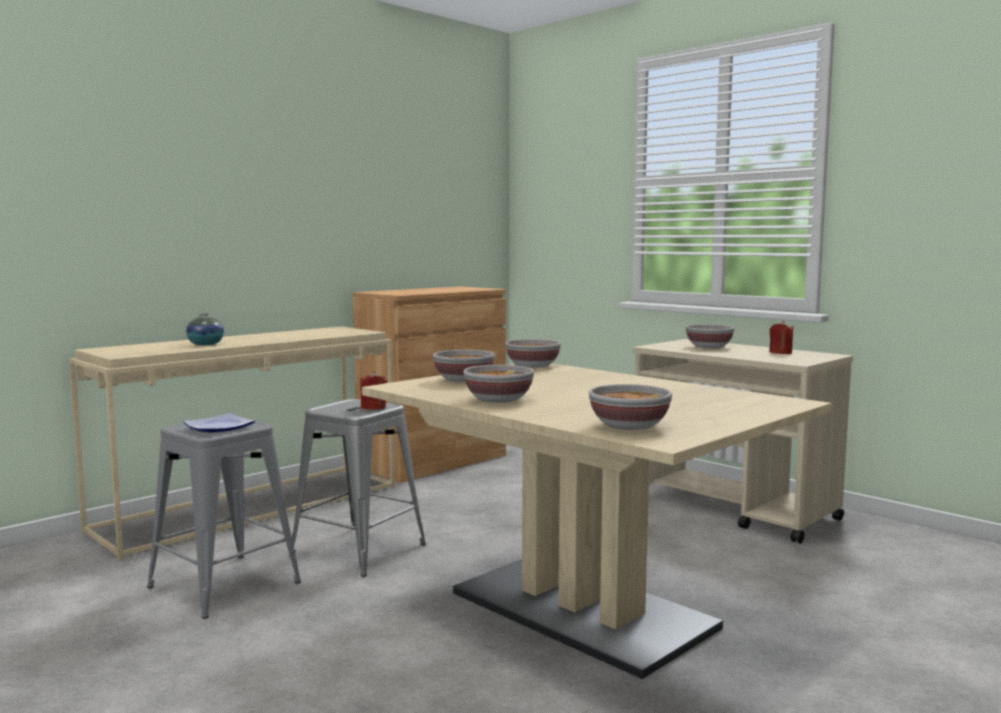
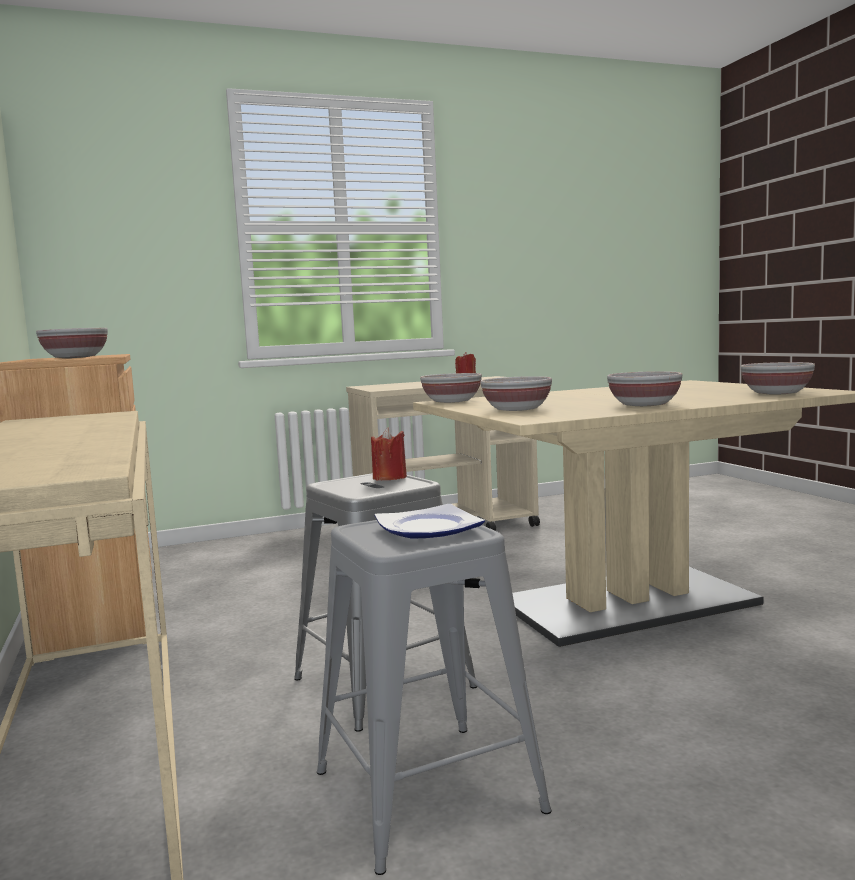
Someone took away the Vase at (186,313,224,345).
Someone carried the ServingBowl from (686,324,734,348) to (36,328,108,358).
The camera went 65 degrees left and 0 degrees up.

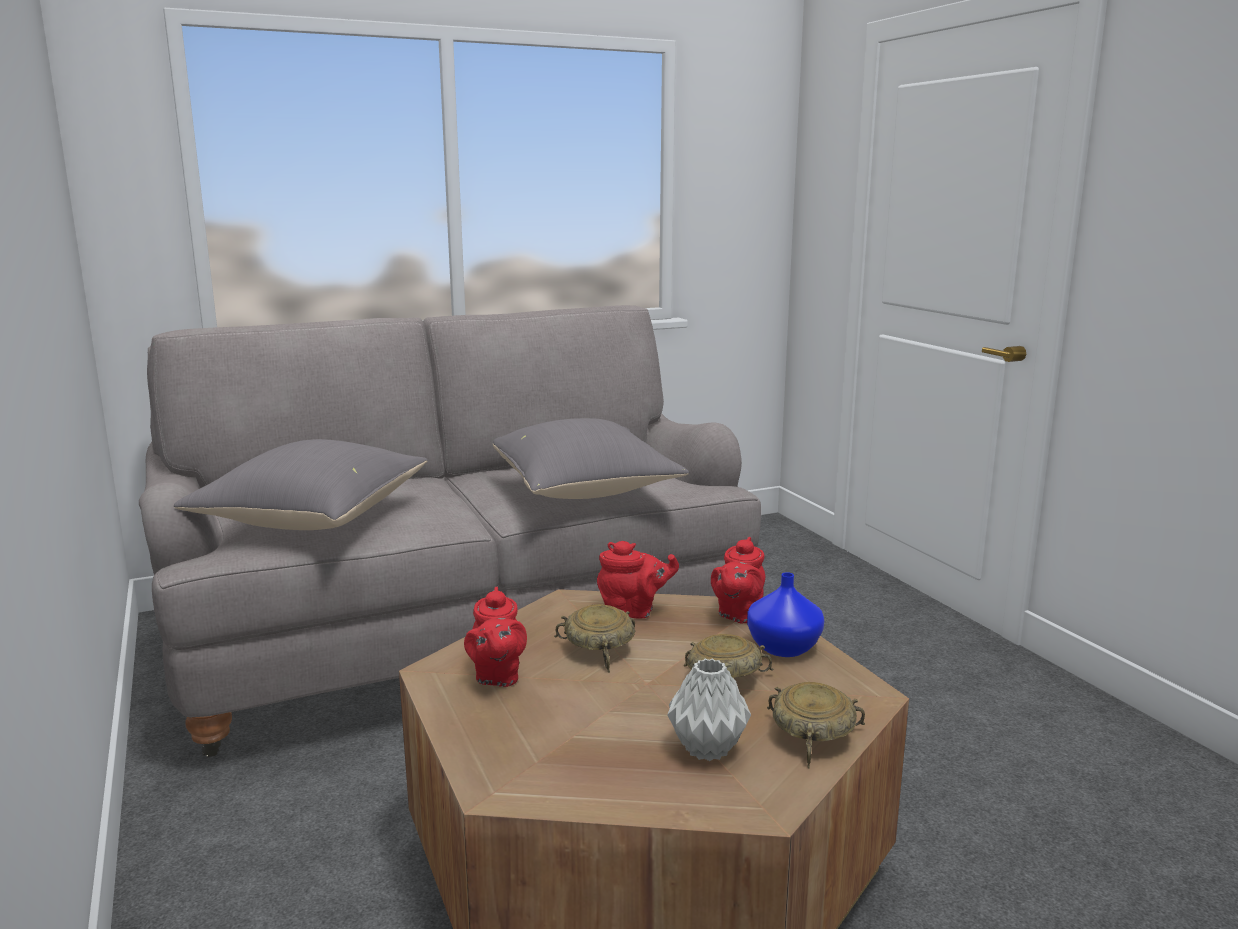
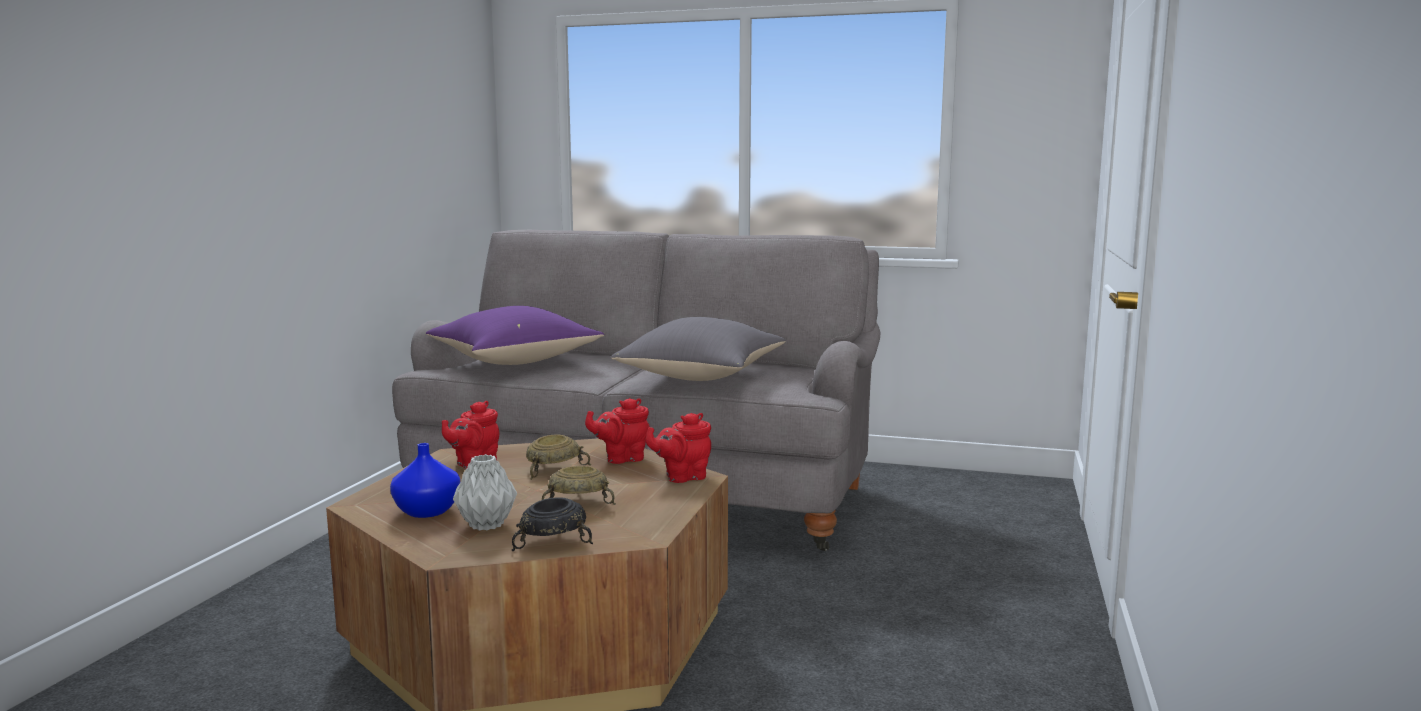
Someone repainted the GreyishCushion at (174,439,427,530), which became the PurplishCushion at (426,306,604,365).
Someone rotated the RedPotForTea at (597,541,679,619) by 120 degrees clockwise.
Someone carried the BlueVase from (747,572,824,657) to (390,443,460,518).
Someone repainted the SandColouredServingBowl at (767,682,865,769), which became the BlackServingBowl at (512,498,593,551).
The camera went 40 degrees right and 5 degrees down.

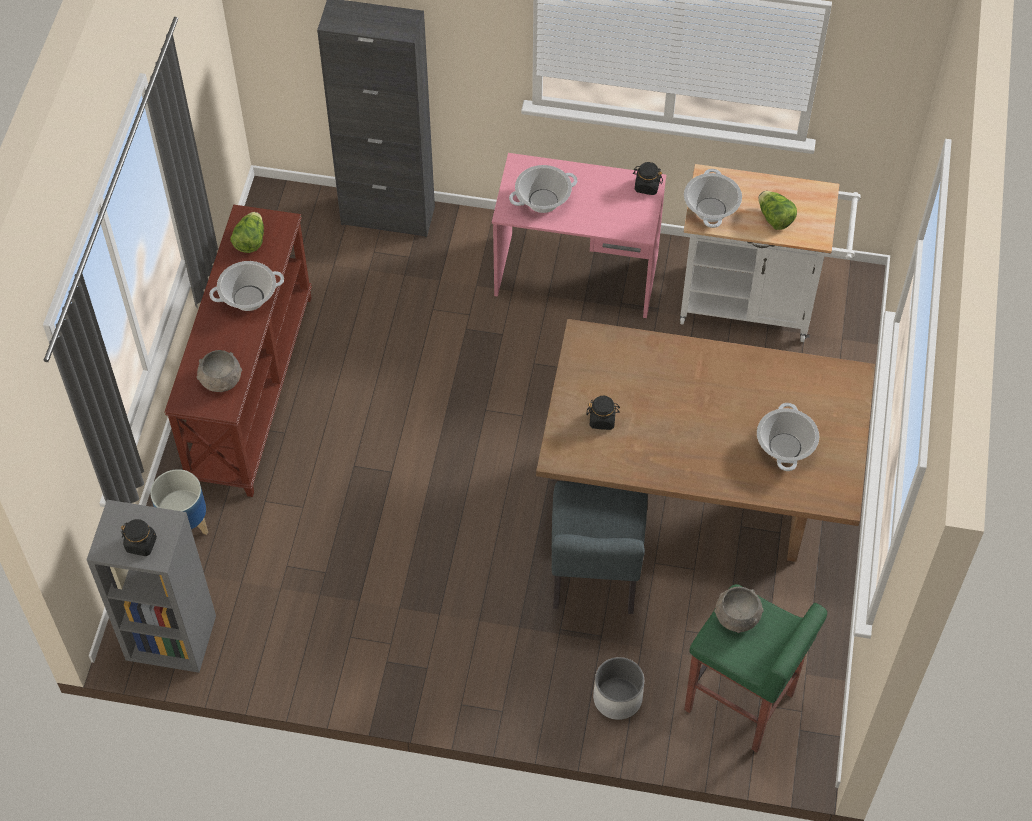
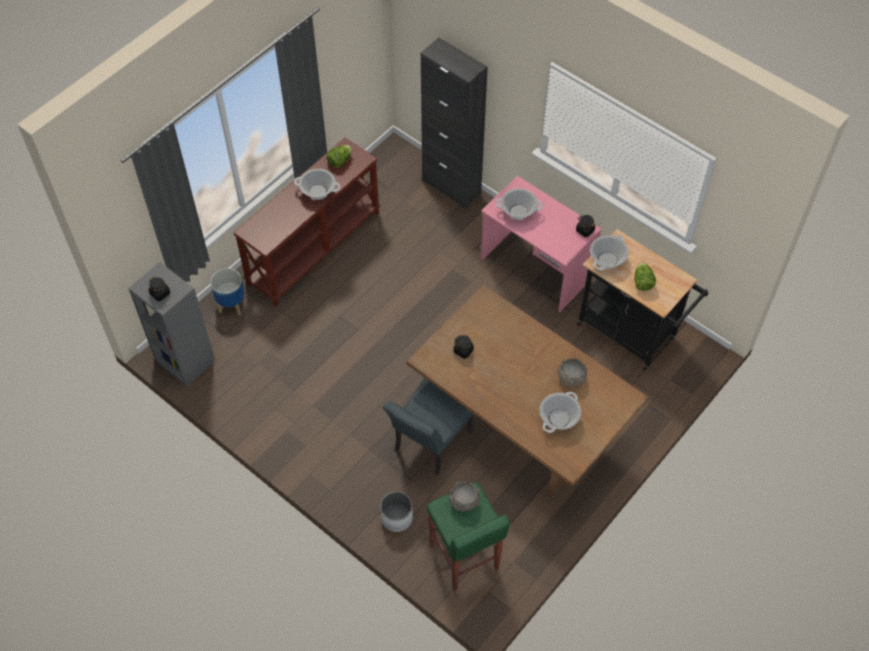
Someone repainted the WhiteWheeledCart at (680,164,861,342), which became the BlackWheeledCart at (577,229,708,370).
Someone carried the GreyishServingBowl from (197,350,242,392) to (557,358,587,387).
The camera went 30 degrees right and 0 degrees up.

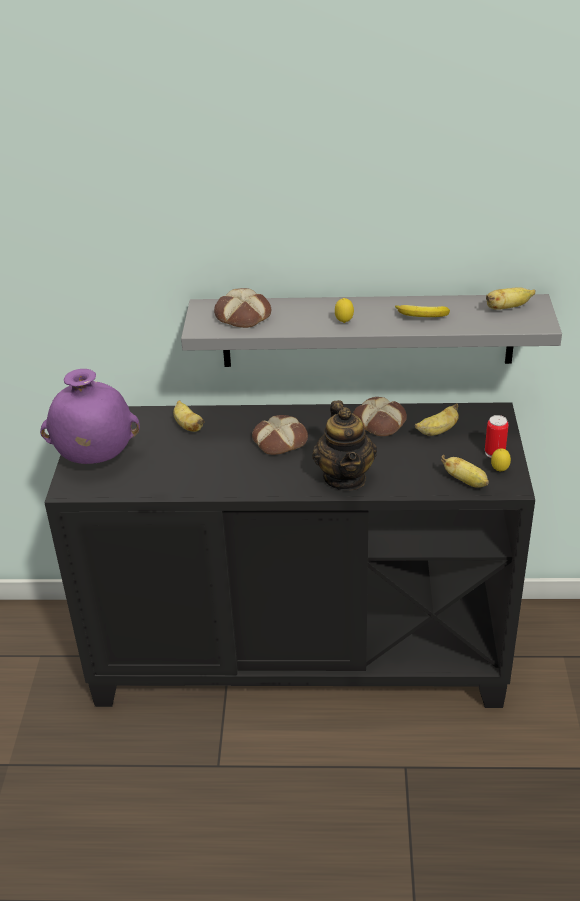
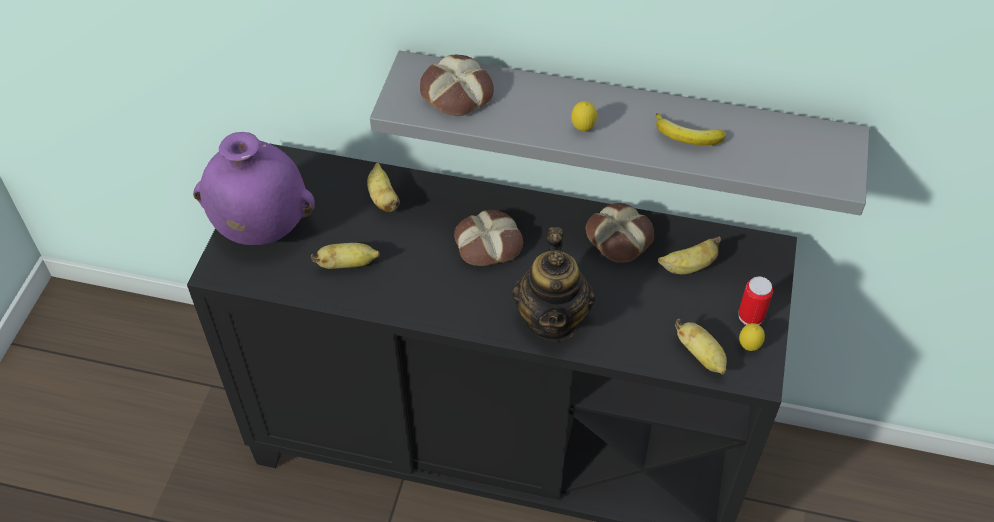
Someone carried the BananaFruit from (486,287,536,310) to (311,243,380,269).
The camera went 10 degrees right and 15 degrees up.

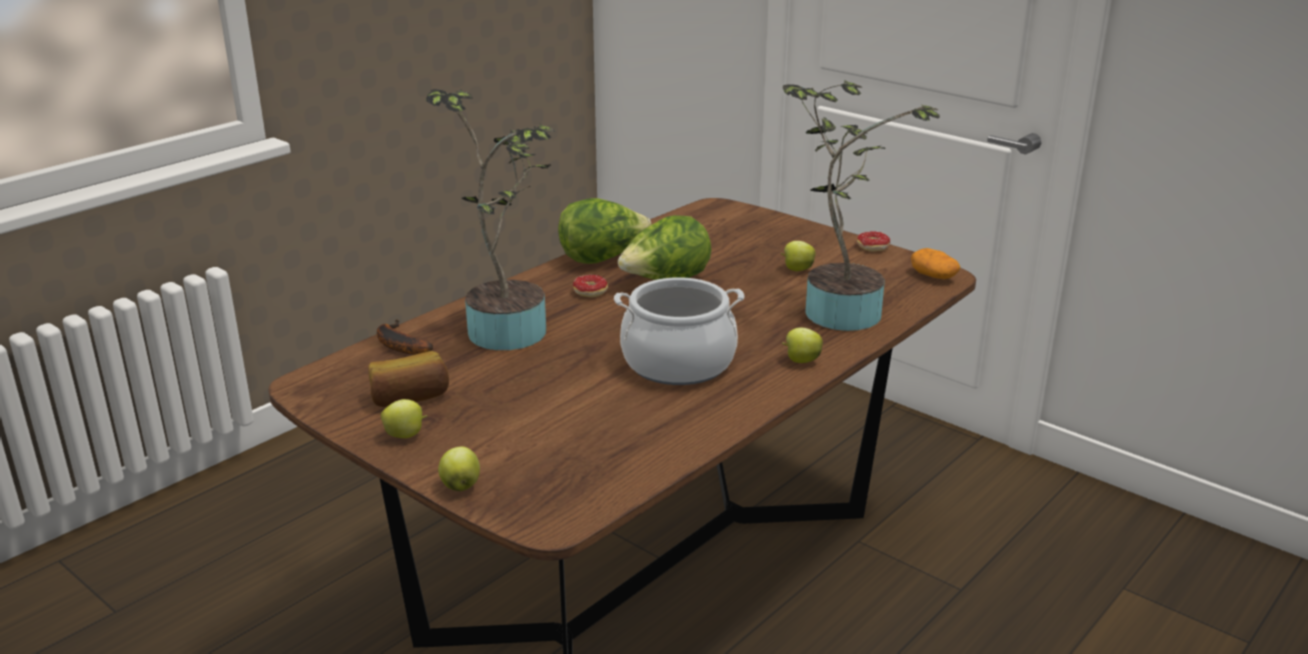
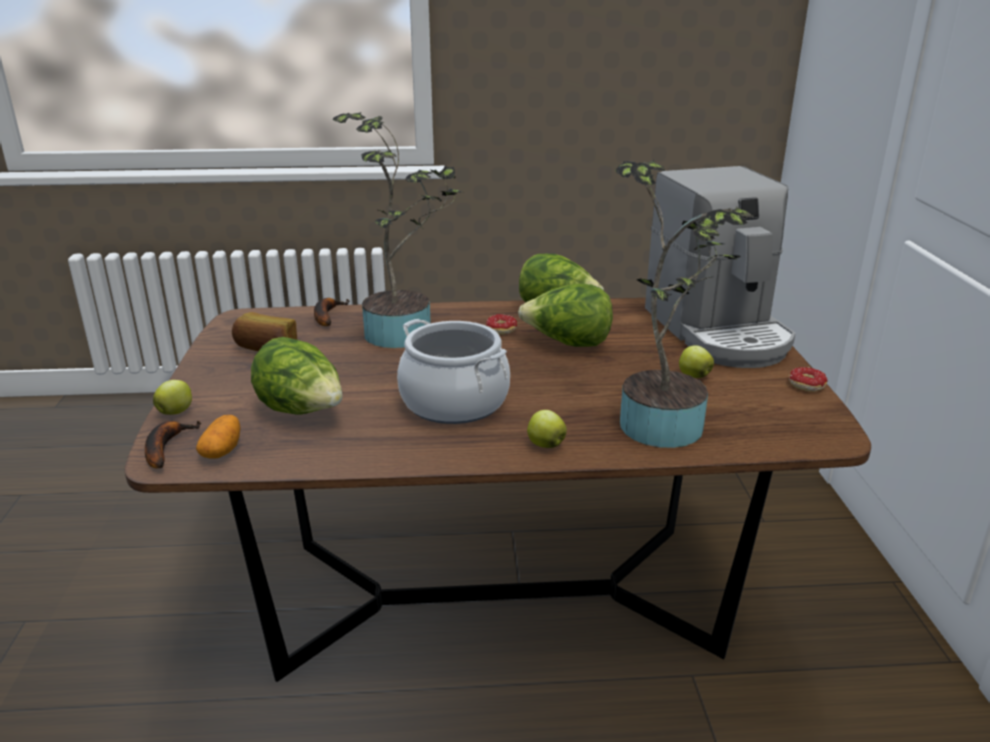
Someone carried the Spud from (911,248,960,279) to (196,415,241,458).
Someone took away the Apple at (381,399,427,438).
Someone put down the CoffeeMachine at (645,166,795,368).
Someone put down the LettuceHead at (251,337,343,415).
Someone put down the BananaFruit at (145,421,202,468).
The camera went 45 degrees right and 0 degrees up.

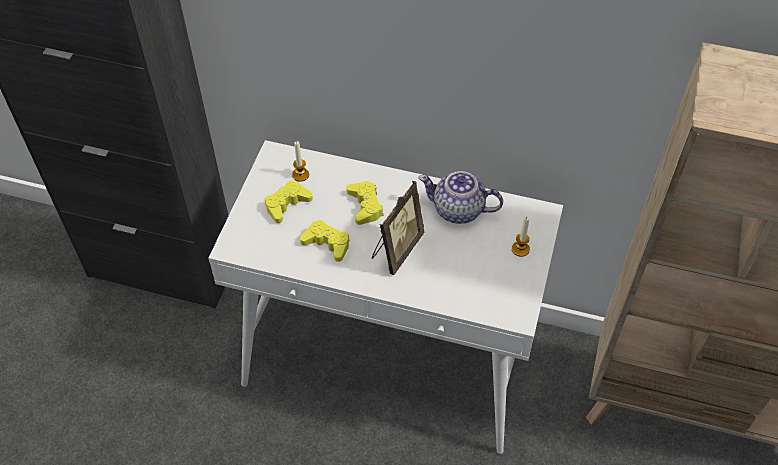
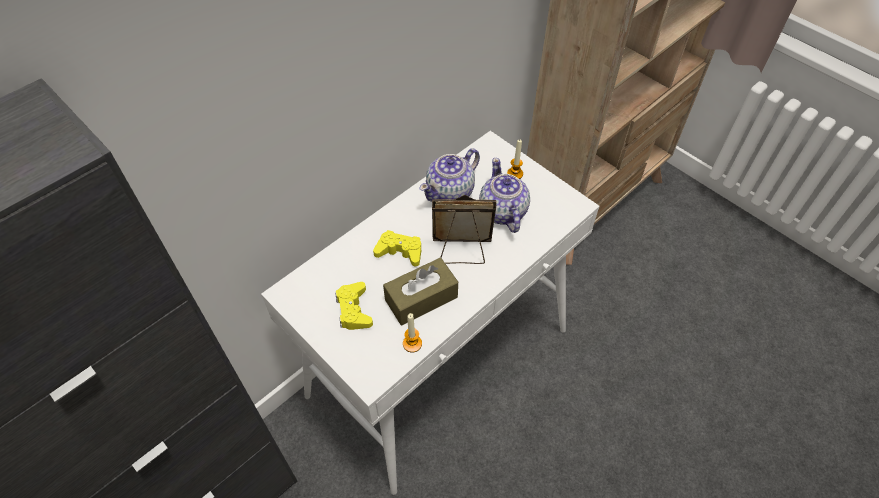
Someone carried the WaxLight from (292,141,309,182) to (403,313,422,352).
Someone rotated the StandingFrame at (372,181,424,275) by 60 degrees counterclockwise.
Someone swapped the YellowColouredGamepad at (300,220,349,262) for the BrownishBoxOfTissues at (383,258,458,325).
Someone put down the PotForTea at (479,158,530,233).
The camera went 60 degrees left and 0 degrees up.

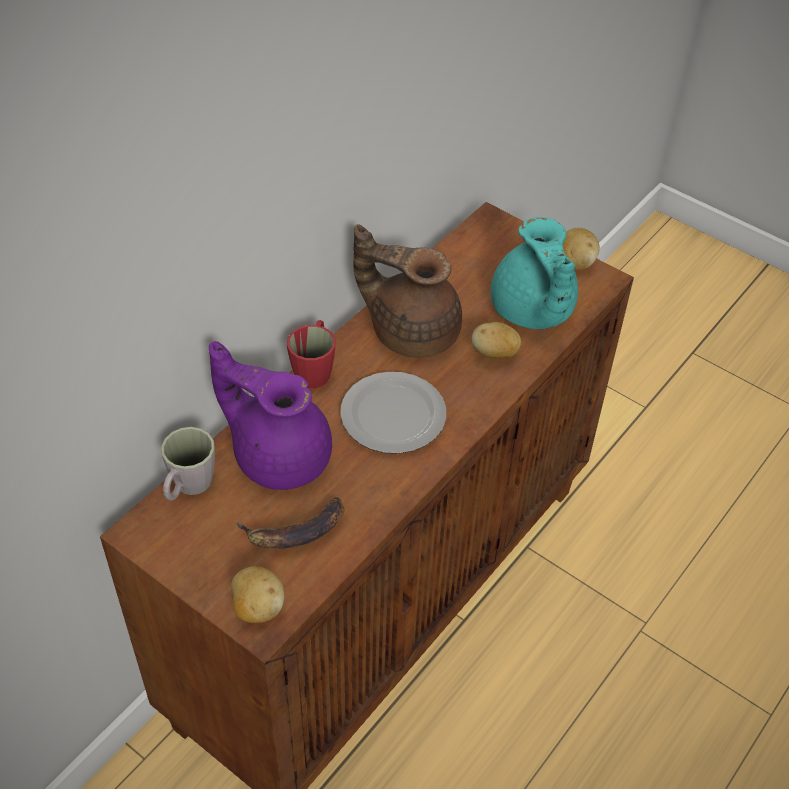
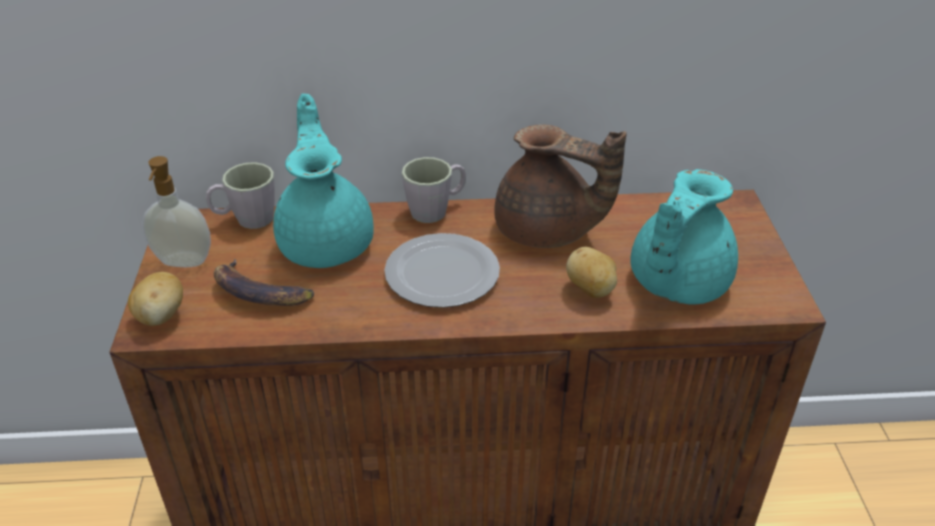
Someone rotated the BrownishPotForTea at (353,224,462,358) by 135 degrees clockwise.
Someone took away the Spud at (563,228,600,270).
Someone repainted the RedMug at (287,320,336,388), which became the GreyishMug at (402,157,466,223).
Someone repainted the PurplishPotForTea at (209,341,332,490), which became the BlueGreenPotForTea at (273,94,374,268).
Someone put down the SoapDispenser at (142,156,211,267).
The camera went 50 degrees right and 10 degrees down.

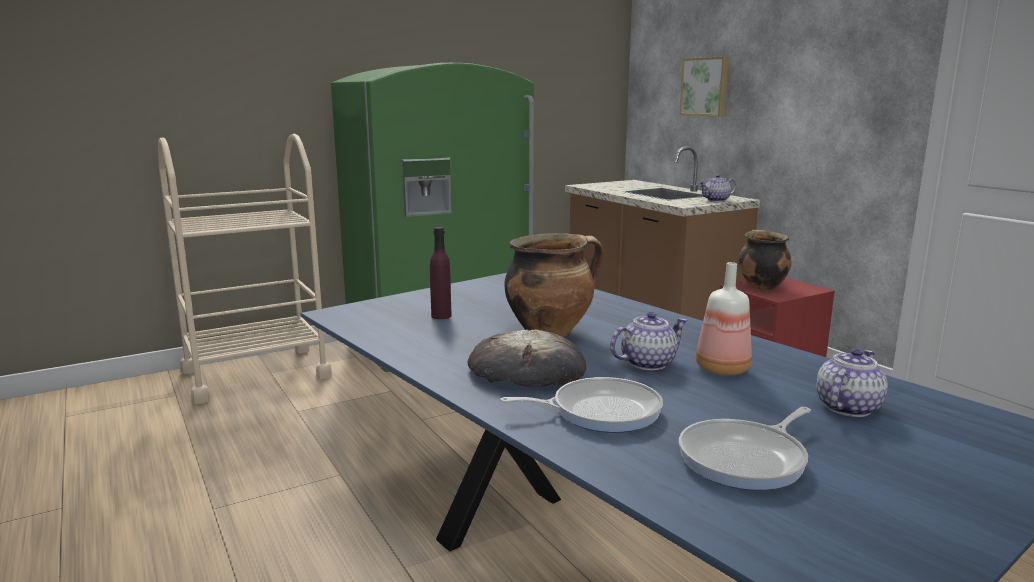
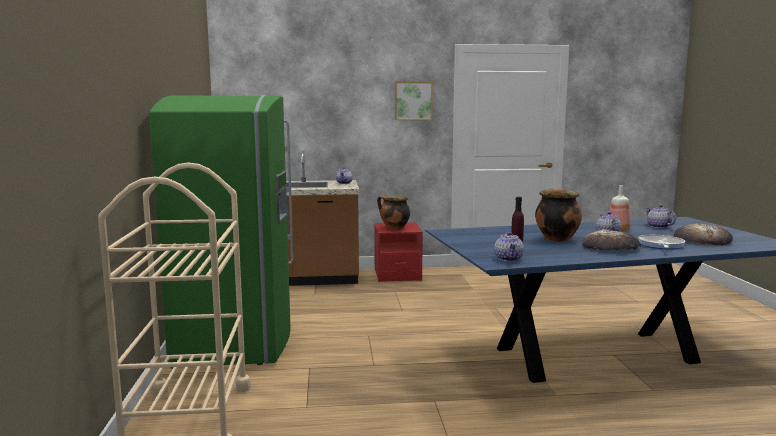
Someone carried the WallPicture from (679,56,729,117) to (395,82,433,120).
Someone swapped the FryingPan at (679,407,811,490) for the BakeryBread at (674,223,733,245).
Someone put down the PotForTea at (494,231,524,261).
The camera went 65 degrees left and 5 degrees down.

